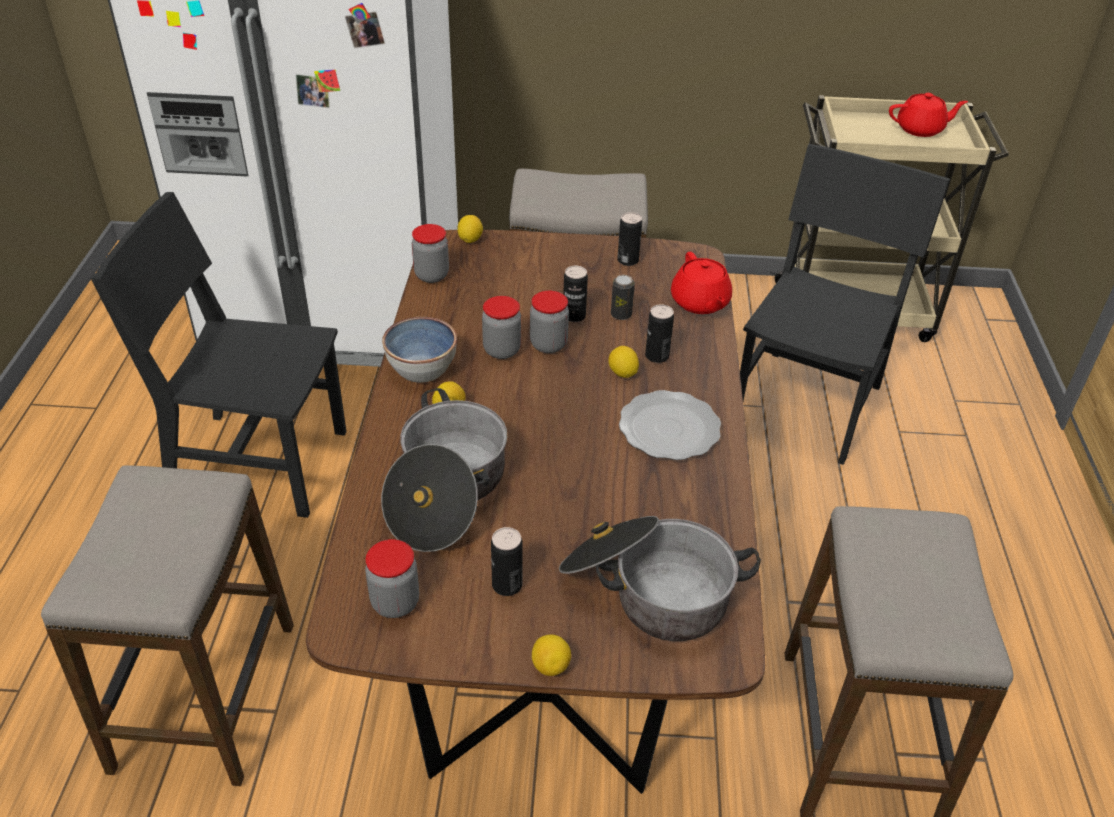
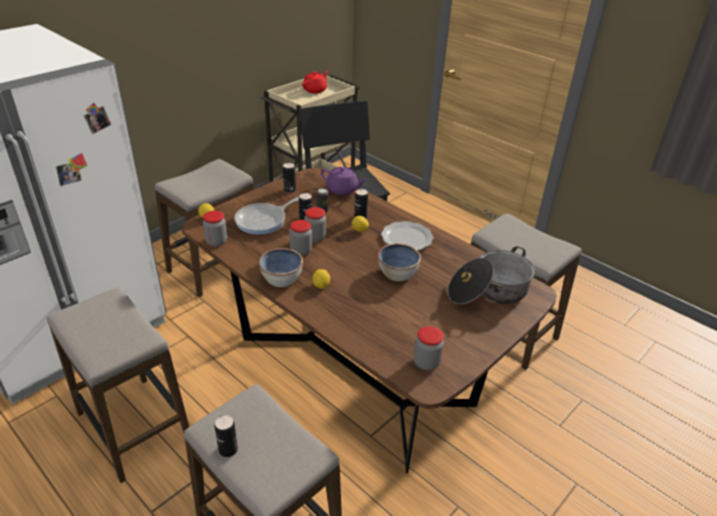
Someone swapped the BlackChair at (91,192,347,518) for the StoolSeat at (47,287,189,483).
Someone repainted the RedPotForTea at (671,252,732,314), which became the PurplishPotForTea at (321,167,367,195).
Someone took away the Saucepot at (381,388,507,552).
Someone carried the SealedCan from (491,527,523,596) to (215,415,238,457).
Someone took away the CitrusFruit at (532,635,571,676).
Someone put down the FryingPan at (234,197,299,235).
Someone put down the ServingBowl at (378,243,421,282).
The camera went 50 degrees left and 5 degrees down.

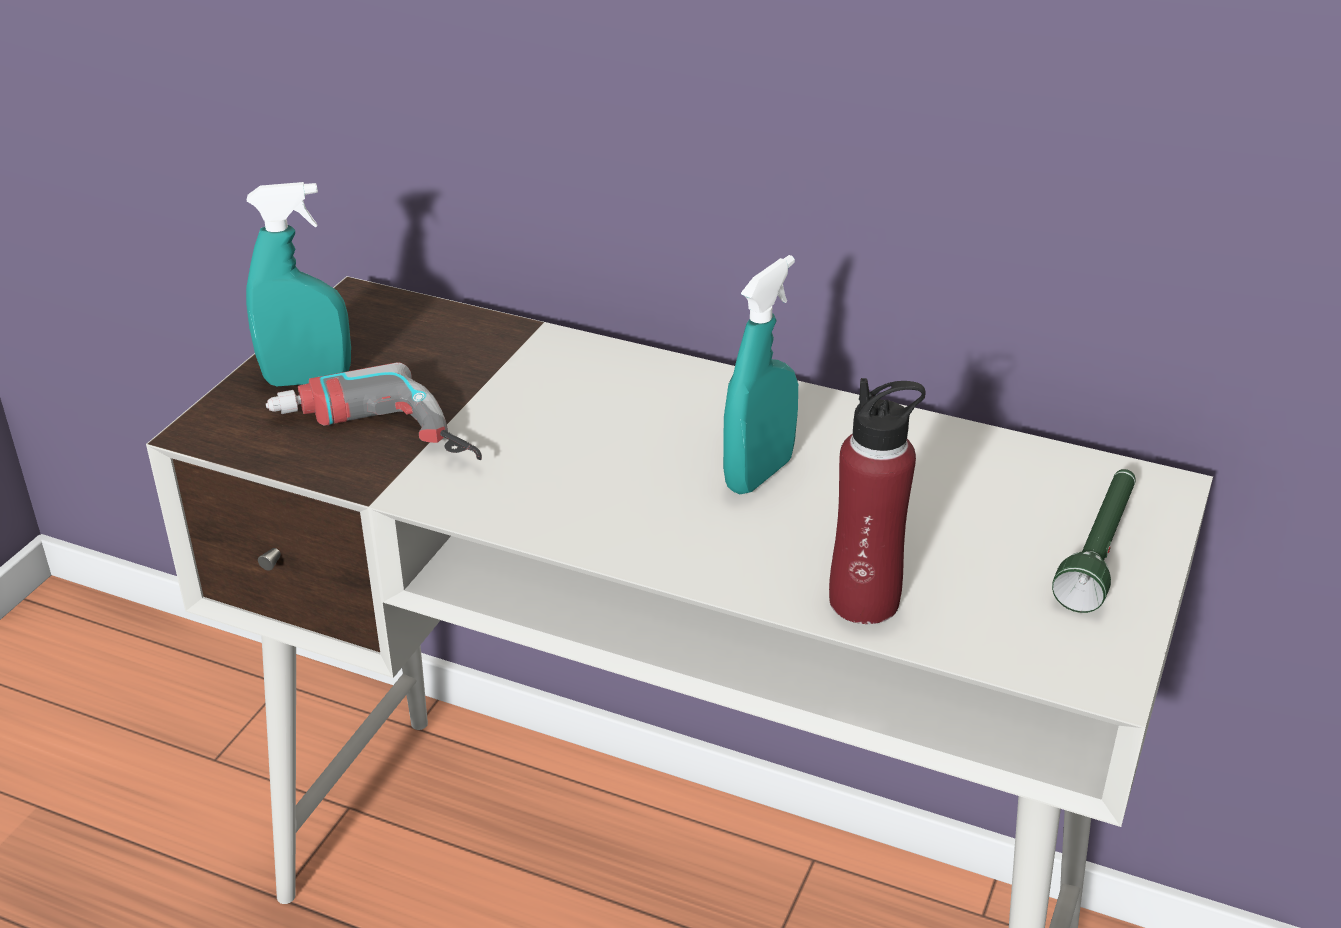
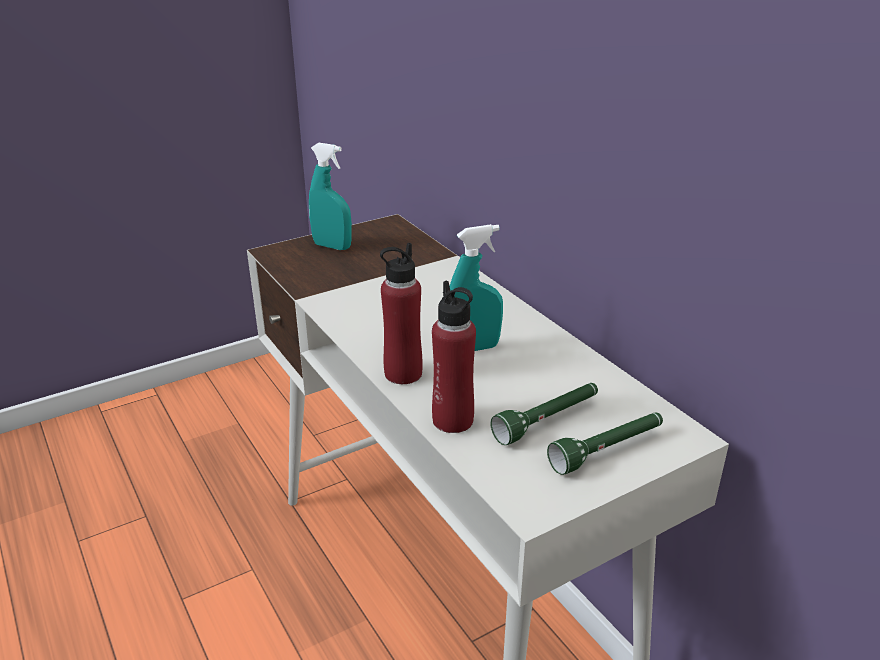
Someone took away the Drill at (266,362,482,460).
Someone put down the RedBottle at (380,243,423,384).
Someone put down the GreenColouredTorch at (490,383,598,445).
The camera went 35 degrees right and 5 degrees down.

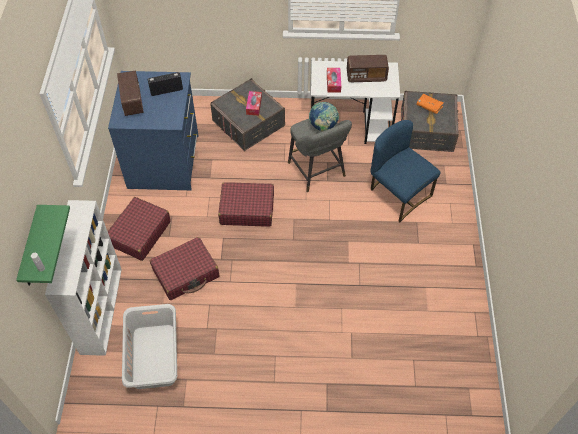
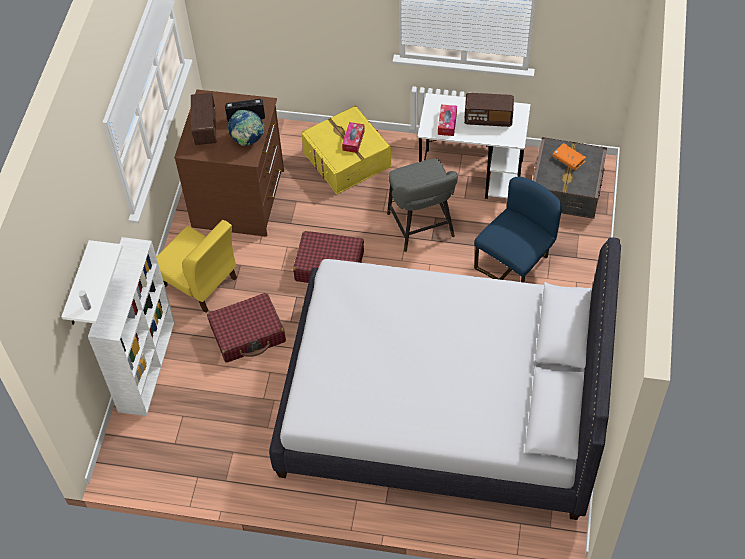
Someone repainted the BlueDrawerChest at (108,71,199,190), which became the BrownishDrawerChest at (174,89,284,237).
Someone repainted the GreyishStorageBox at (210,78,285,151), which became the YellowColouredStorageBox at (301,105,391,194).
Someone carried the DeskGlobe from (309,102,339,132) to (228,110,264,146).
Someone rotated the BlueChair at (371,120,440,222) by 75 degrees clockwise.
Someone swapped the RedPieceOfLuggage at (108,197,171,261) for the YellowColouredChair at (156,220,237,313).
Someone repainted the GreenColouredBracketShelf at (16,205,70,285), which became the WhiteBracketShelf at (61,240,123,325).
Someone took away the GreyishWashingBasket at (122,304,177,389).
Someone put down the WhiteSleepingBed at (269,237,621,520).
The camera went 10 degrees right and 0 degrees up.

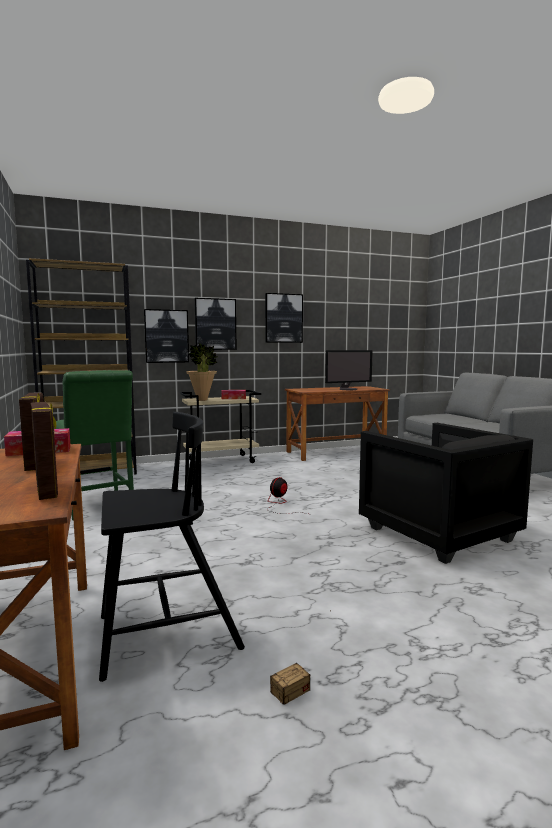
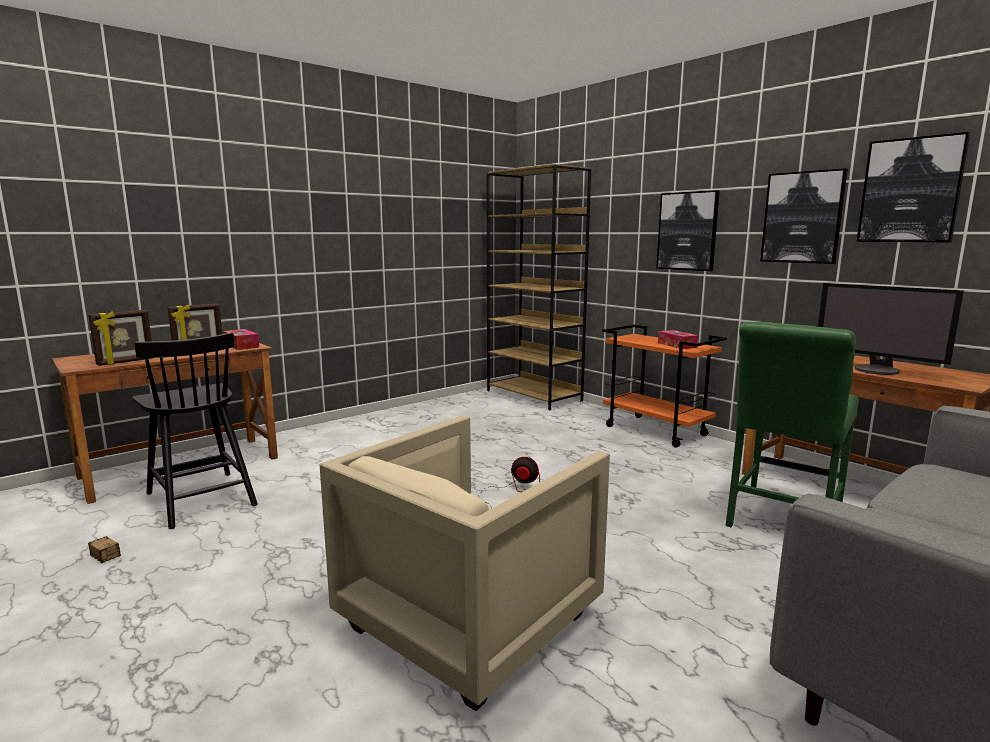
Someone carried the WallPicture from (144,309,189,363) to (857,132,970,242).
Someone took away the Houseplant at (186,343,218,401).
Someone carried the GreenColouredChair from (54,370,134,520) to (726,322,859,527).
Someone repainted the SandColouredWheeledCart at (180,390,261,463), which became the OrangeyWheeledCart at (602,325,727,448).
Someone repainted the BlackEasyChair at (359,423,533,564), which became the SandColouredEasyChair at (320,415,610,711).
The camera went 70 degrees right and 5 degrees up.

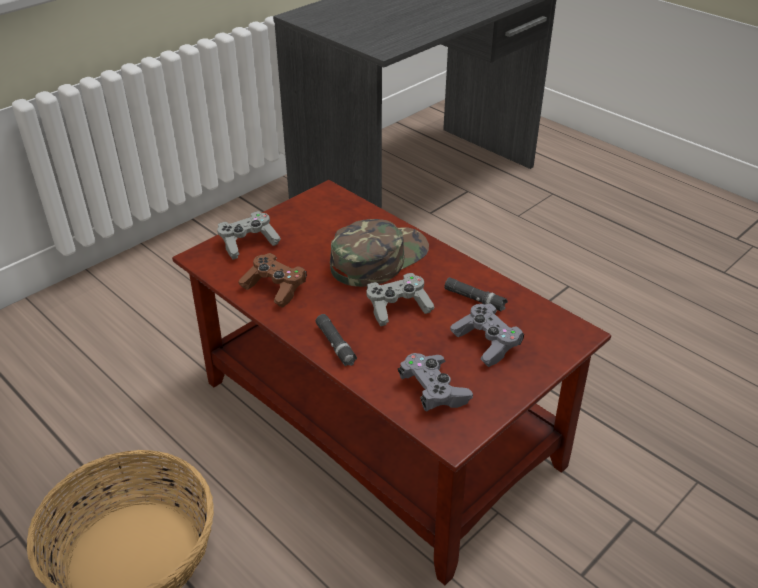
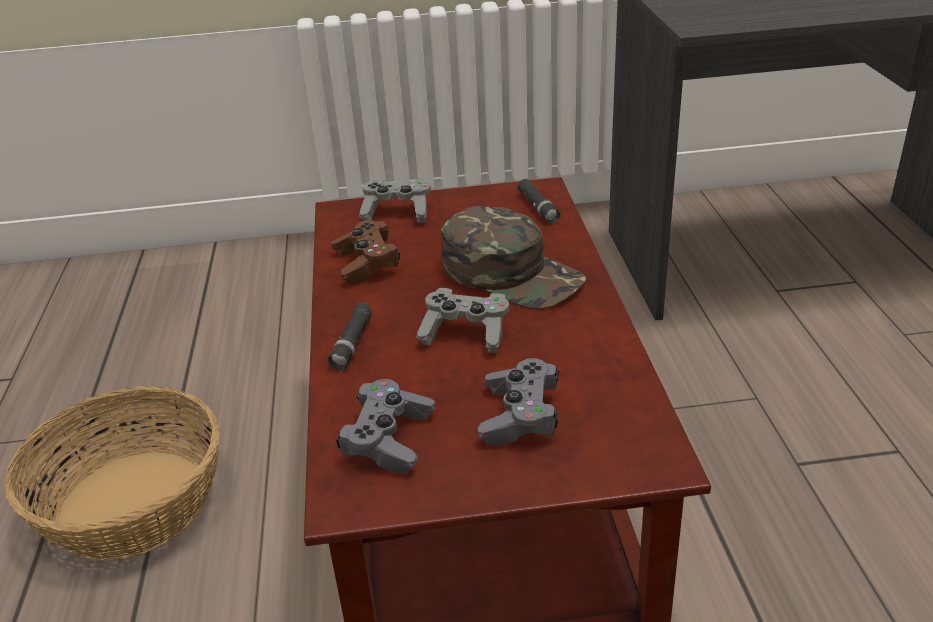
Someone rotated the GreenColouredPeakedCap at (330,219,429,287) by 45 degrees clockwise.
Someone carried the BlackTorch from (444,277,508,312) to (518,179,561,224).
The camera went 40 degrees right and 5 degrees down.

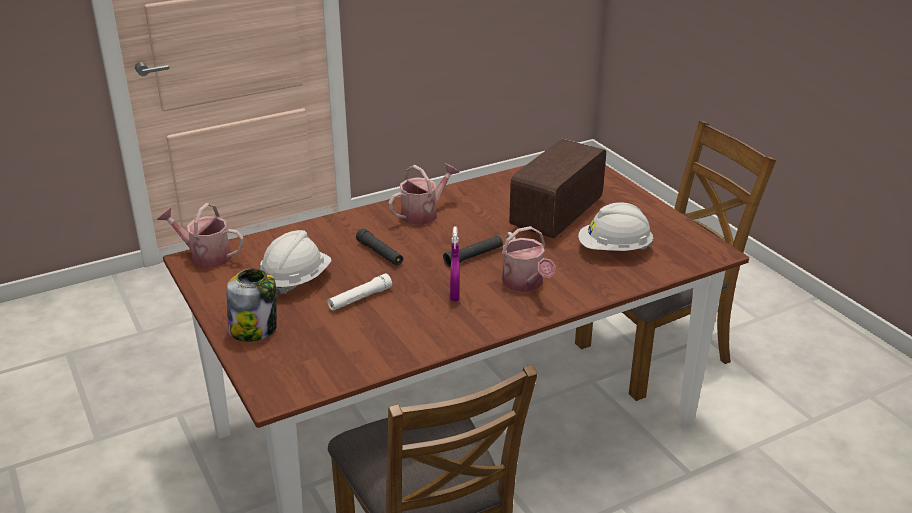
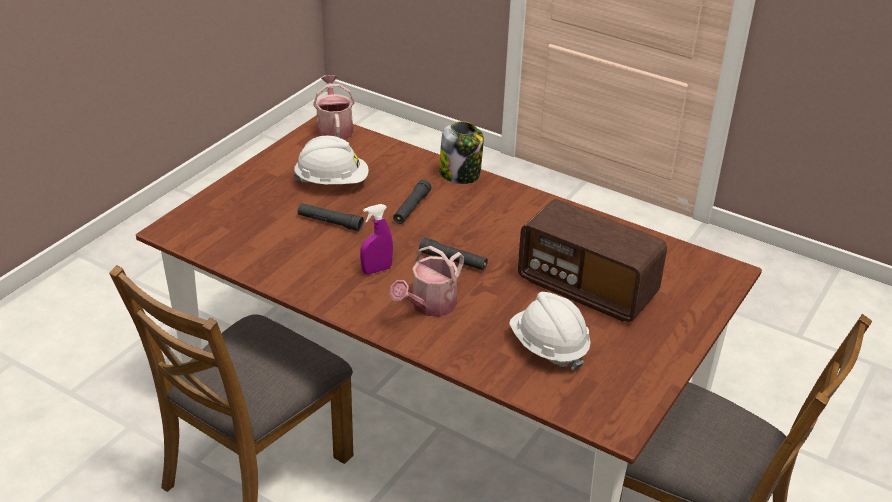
Someone rotated the RadioSet at (509,139,606,238) by 150 degrees counterclockwise.
Someone took away the SprinklingCan at (388,164,459,225).
Someone carried the StorageJar from (227,269,277,342) to (439,121,484,184).
Someone repainted the WhiteTorch at (328,273,392,311), which became the BlackTorch at (298,203,364,231).
The camera went 60 degrees right and 5 degrees up.

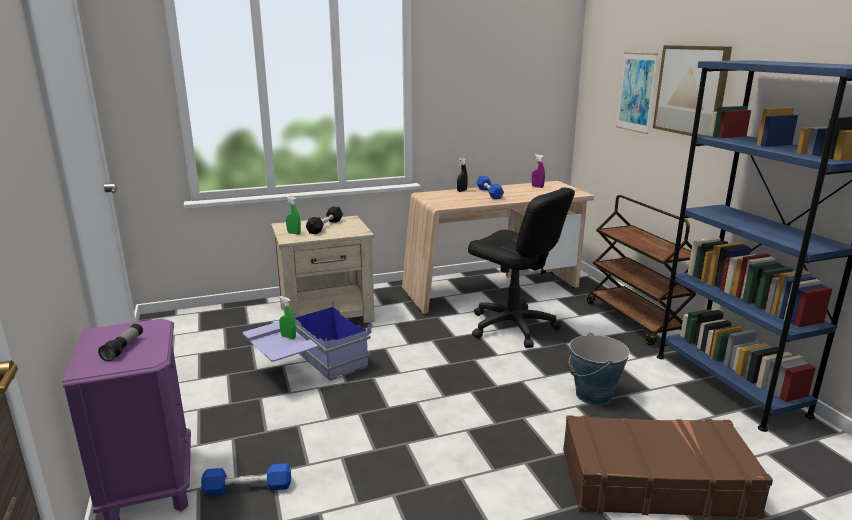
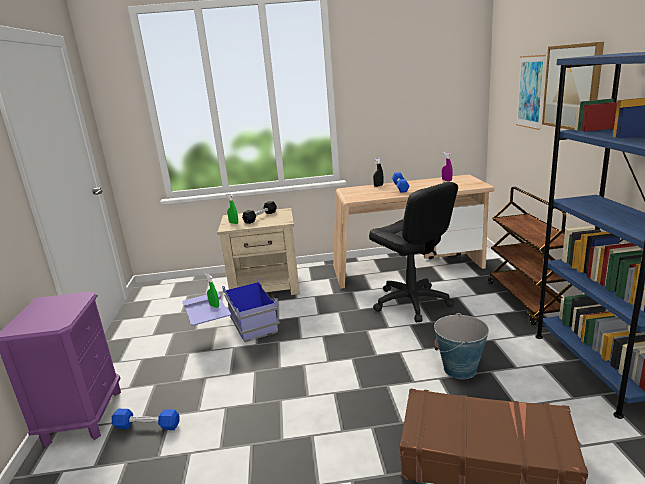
Someone took away the Torch at (98,324,143,362).
The camera went 15 degrees right and 0 degrees up.

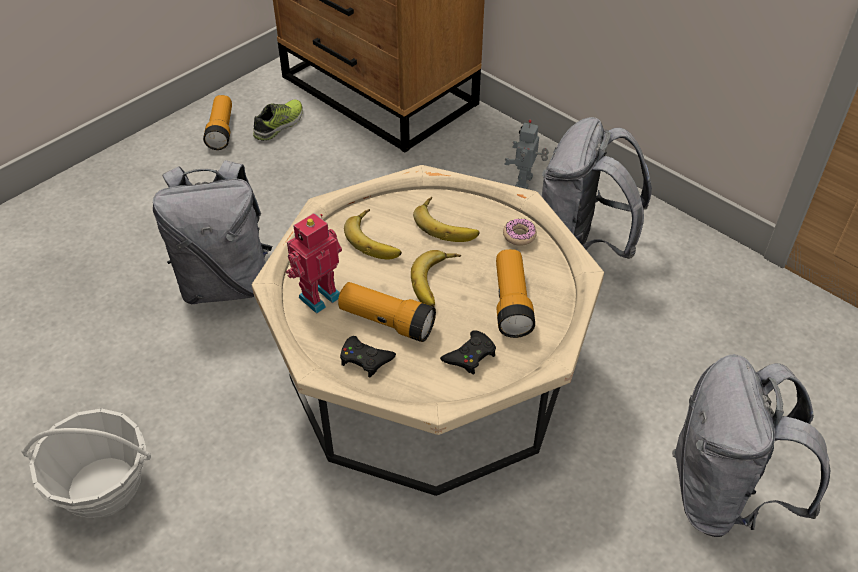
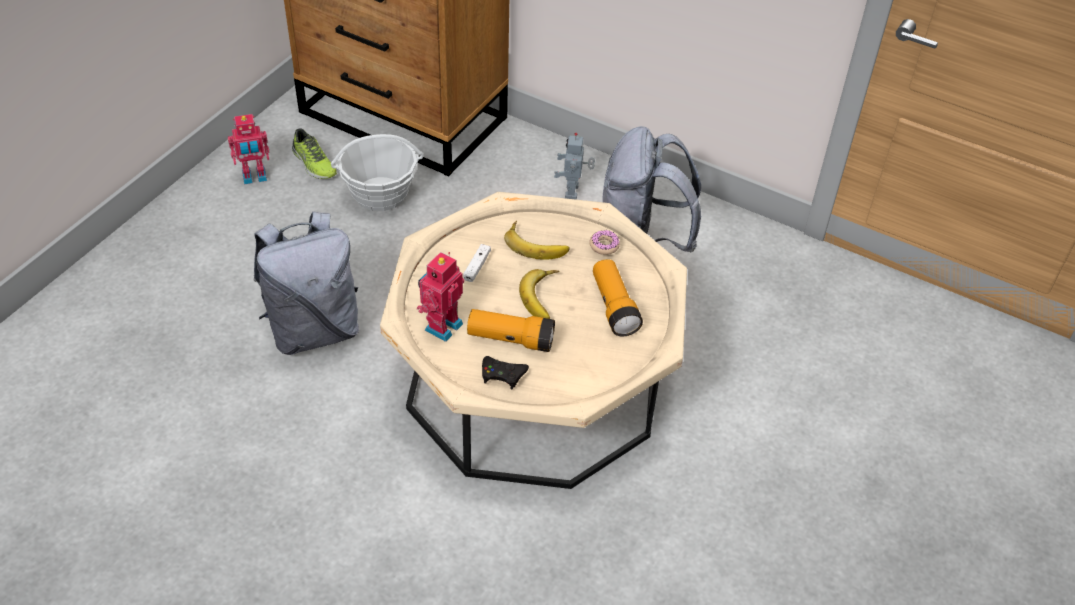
Someone swapped the Torch at (203,95,232,150) for the ToyRobot at (228,114,269,184).
Someone rotated the LowShoe at (253,100,303,141) by 120 degrees clockwise.
Someone swapped the BananaFruit at (344,209,402,259) for the WhiteGamepad at (463,244,491,282).
Someone took away the BlackGamepad at (440,330,496,375).
Someone took away the GreyishKnapsack at (672,354,830,537).
Someone carried the Basket from (21,409,151,519) to (331,134,423,211).
The camera went 15 degrees left and 0 degrees up.

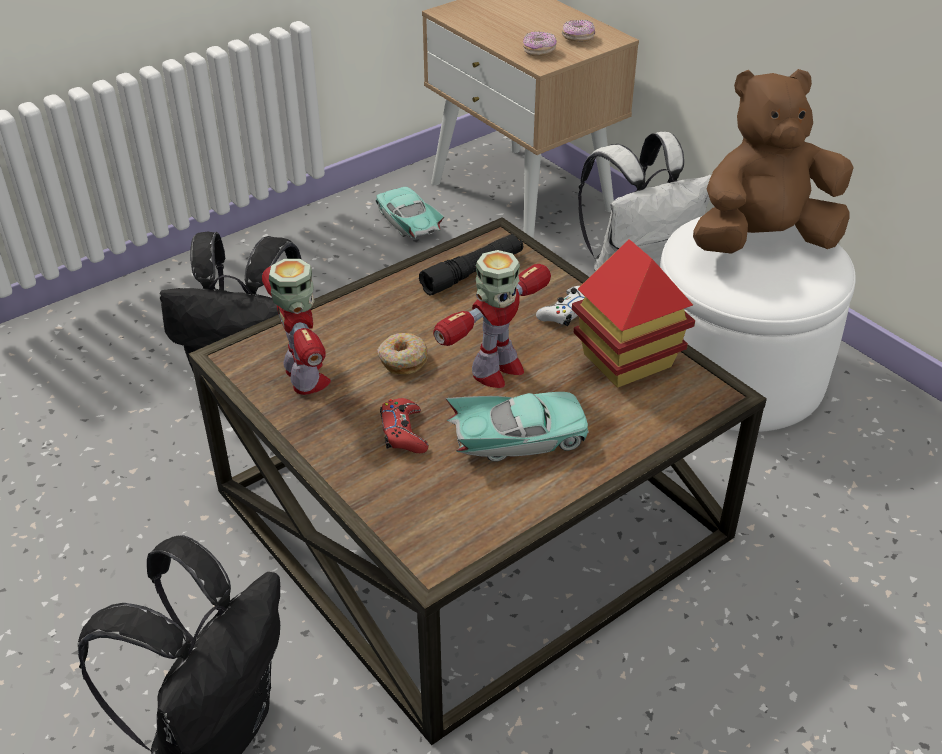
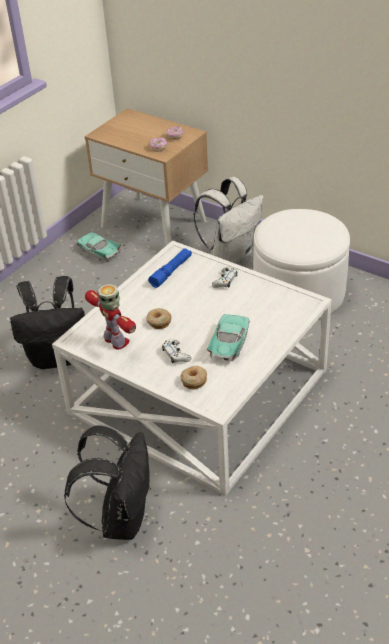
Someone took away the BrownishSoftToy at (693,69,854,254).
Someone repainted the BrownishLoungeTable at (188,217,767,745), which became the WhiteLoungeTable at (52,240,332,496).
Someone repainted the BlackTorch at (419,234,523,295), which became the BlueTorch at (148,248,192,288).
Someone took away the ToyHouse at (572,239,695,388).
Someone took away the ToyRobot at (433,250,551,388).
Someone rotated the BlueGreenMiniatureCar at (445,392,589,462) by 45 degrees counterclockwise.
Someone repainted the RedGamepad at (380,398,428,453), which became the WhiteGamepad at (162,339,191,364).
Someone put down the Doughnut at (181,366,207,390).
The camera went 15 degrees left and 0 degrees up.

